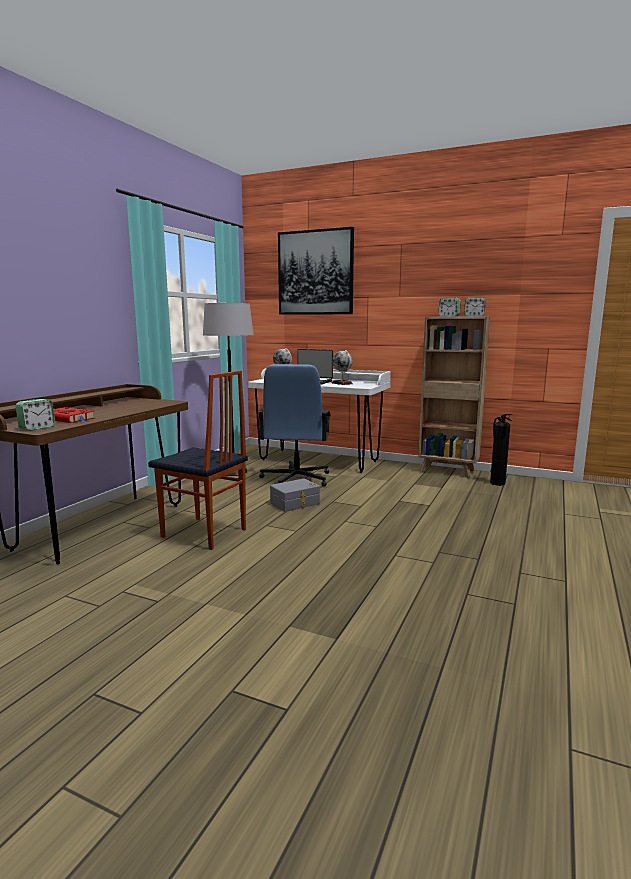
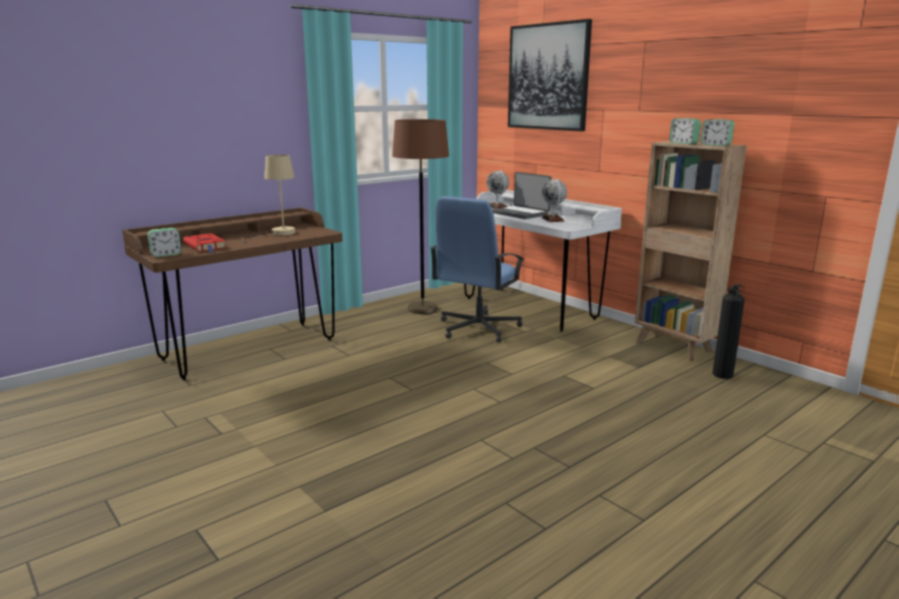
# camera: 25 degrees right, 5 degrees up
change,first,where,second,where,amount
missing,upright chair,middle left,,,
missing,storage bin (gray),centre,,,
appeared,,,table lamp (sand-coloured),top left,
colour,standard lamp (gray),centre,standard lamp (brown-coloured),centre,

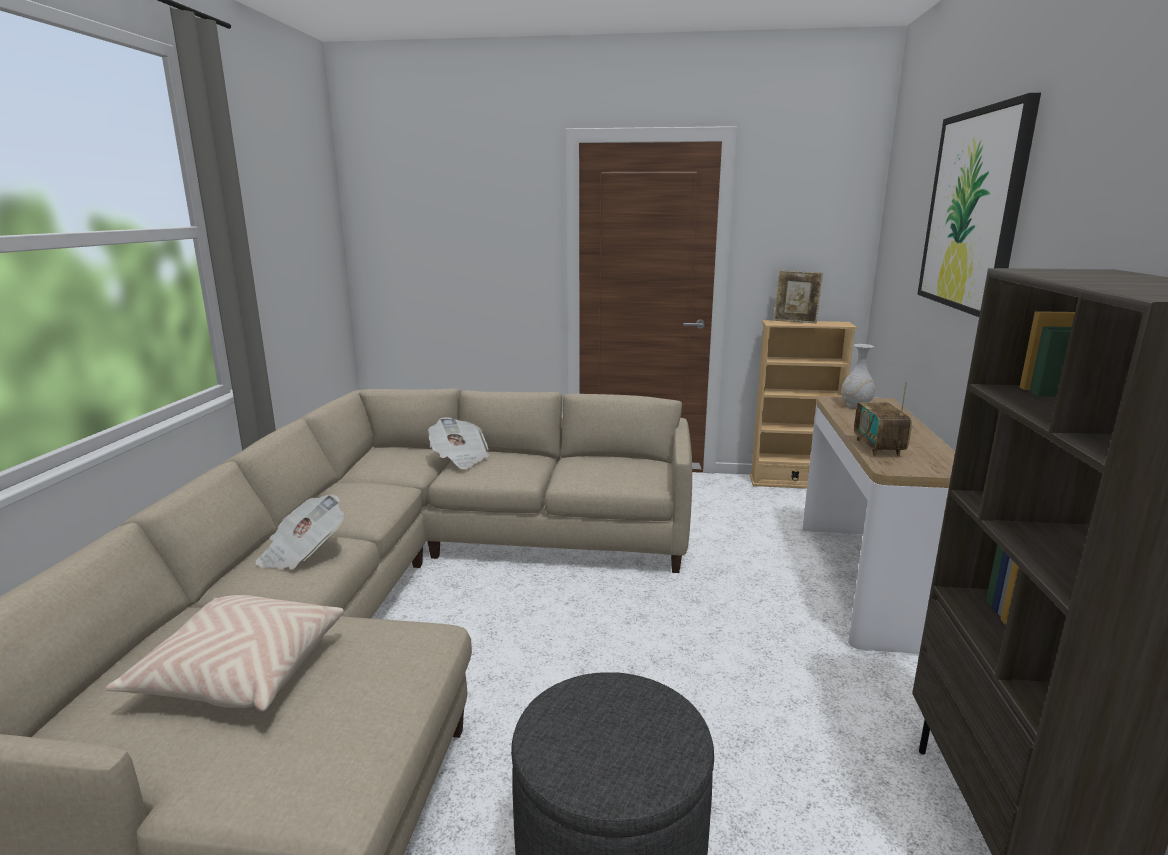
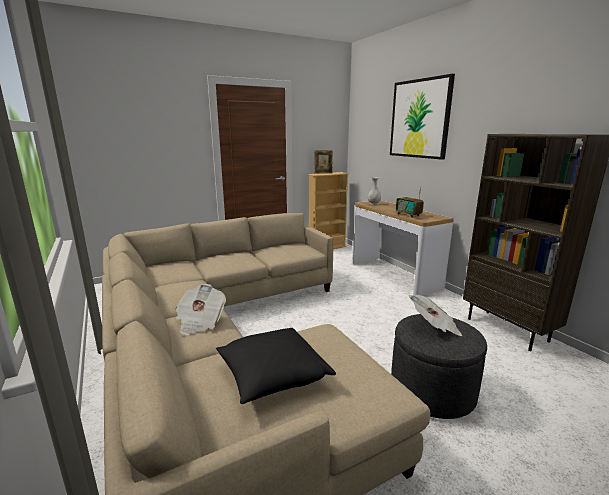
# camera: 35 degrees left, 0 degrees up
change,first,where,second,where,amount
relocated,printed paper (no. 2 from left),centre,,middle right,
colour,cushion (sand-coloured),bottom left,cushion (blackish),bottom centre,

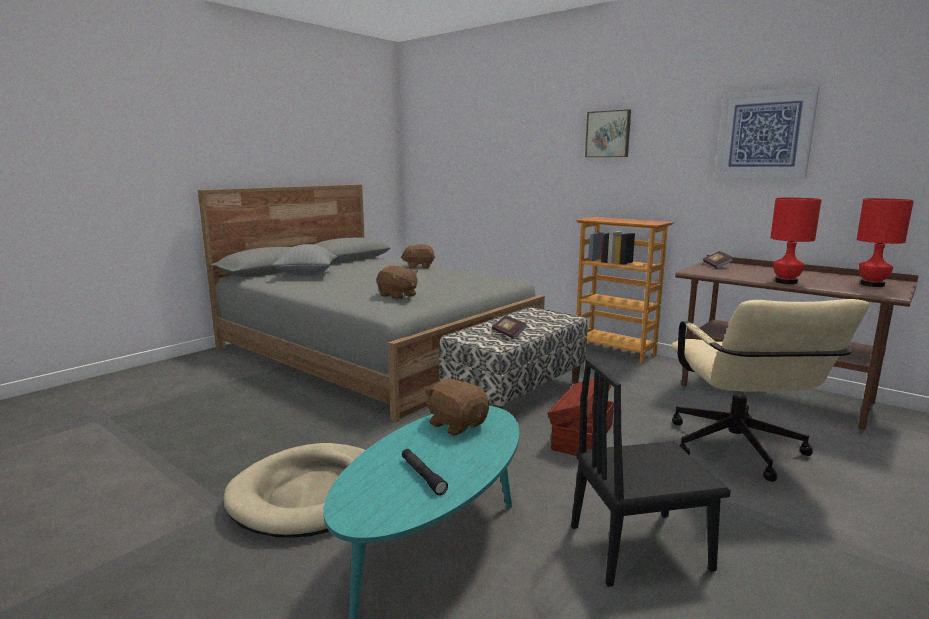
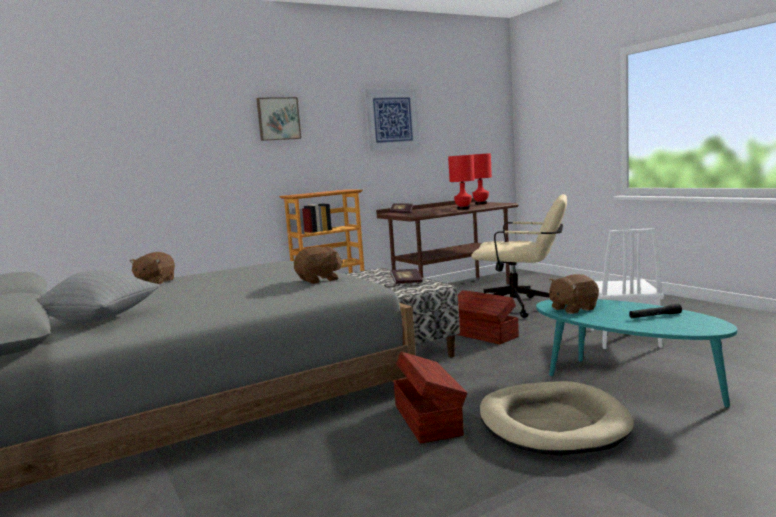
# camera: 70 degrees left, 5 degrees down
change,first,where,second,where,amount
appeared,,,storage bin (brown-coloured) (no. 1 from left),bottom centre,
colour,upright chair (blackish),bottom right,upright chair (white-coloured),middle right,

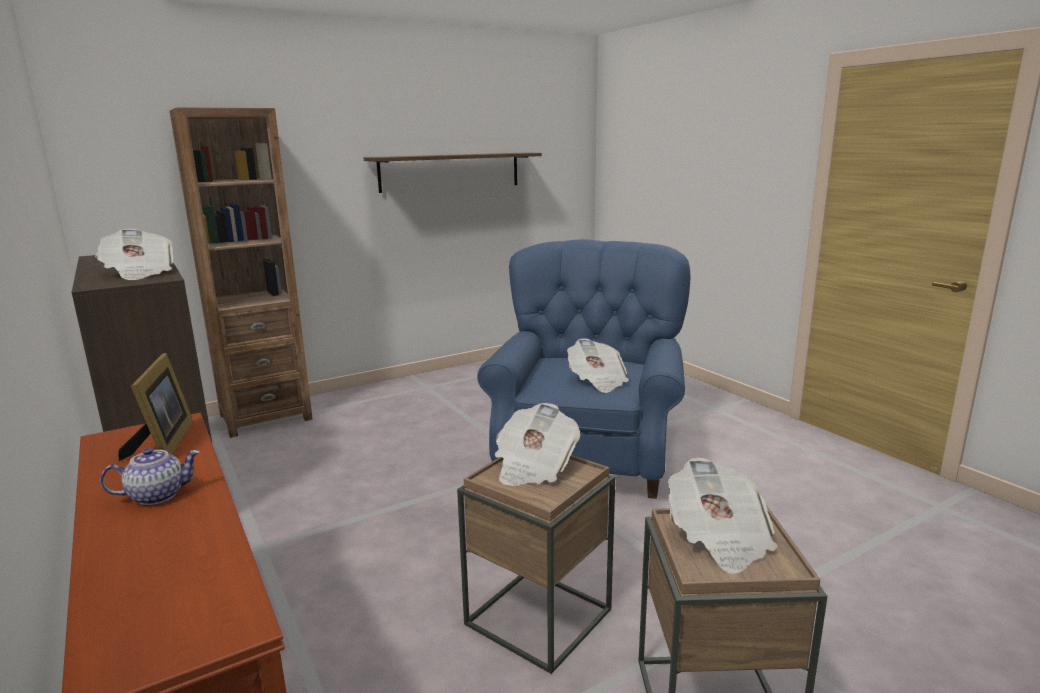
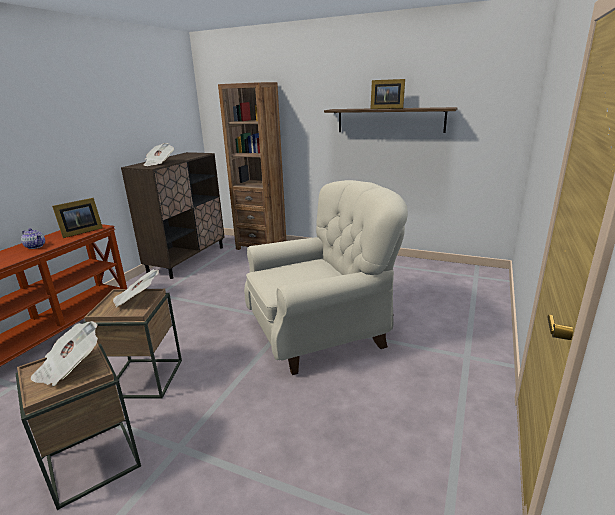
# camera: 55 degrees right, 5 degrees up
change,first,where,second,where,amount
missing,printed paper (no. 3 from left),centre,,,
appeared,,,photo frame (no. 2 from left),top centre,
colour,lounge chair (blue),centre,lounge chair (sand-coloured),centre,

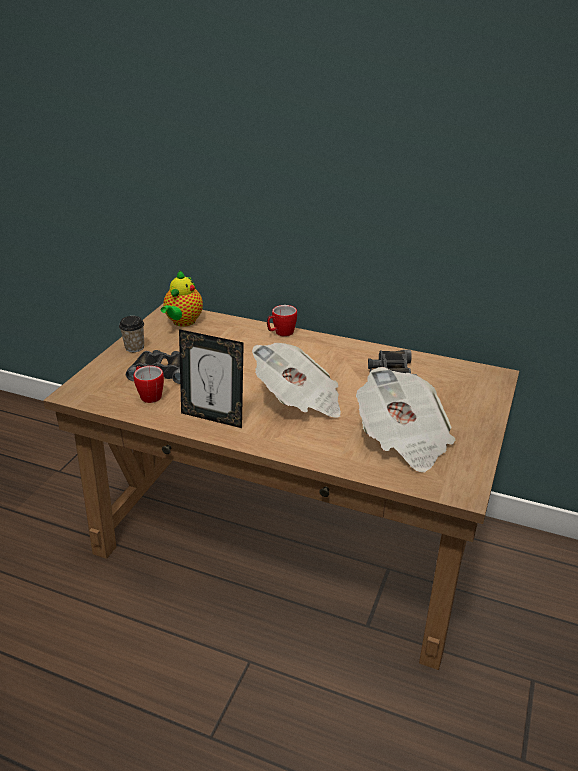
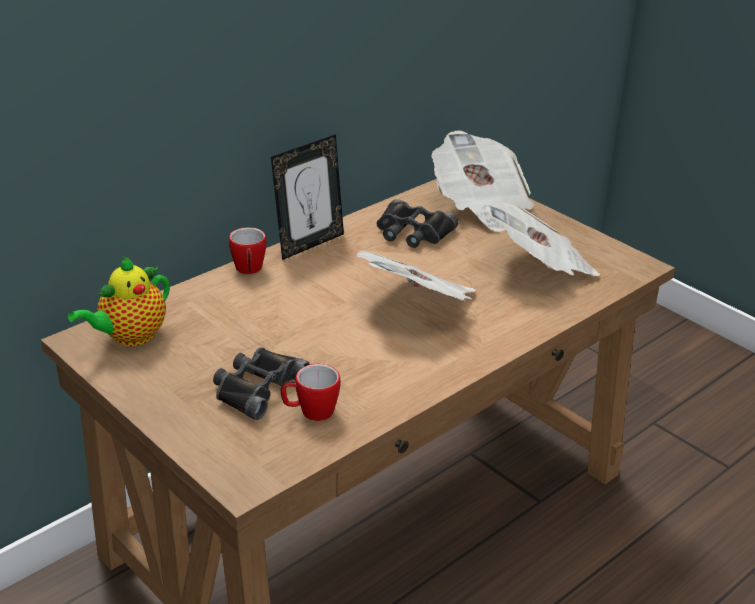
# camera: 65 degrees left, 0 degrees up
change,first,where,second,where,amount
missing,drinking cup,middle left,,,
appeared,,,printed paper (no. 2 from left),top centre,
relocated,photo frame,centre,,top centre,
spun,tea pot,middle left,,middle left,90 degrees clockwise

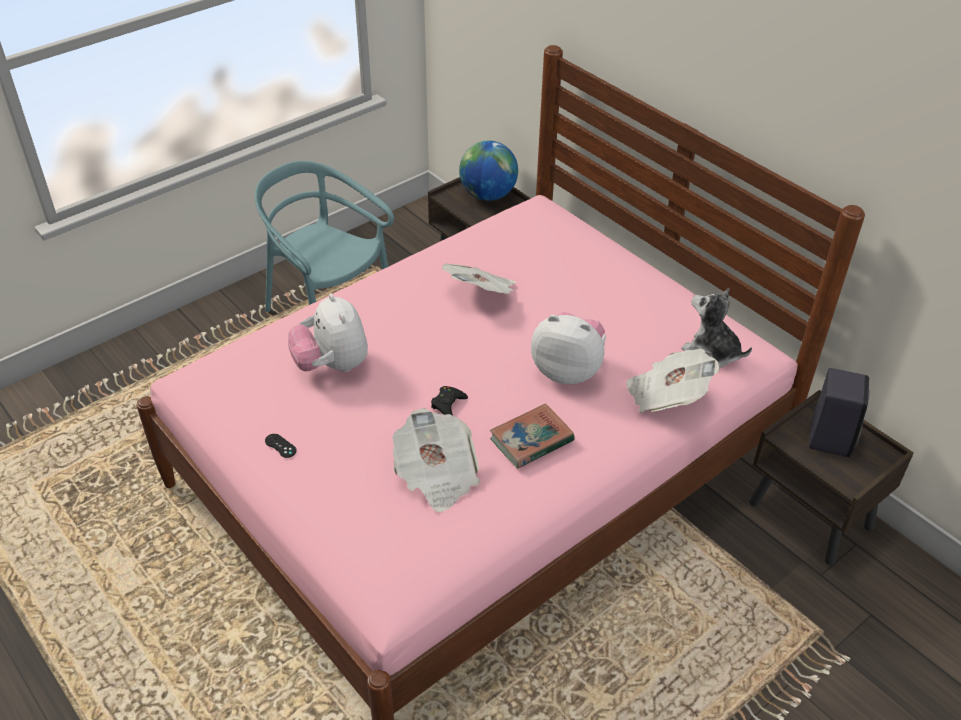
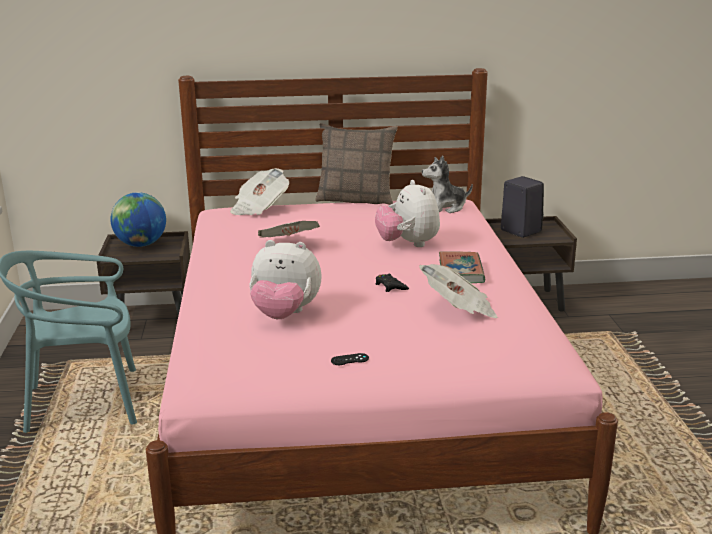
# camera: 55 degrees left, 20 degrees down
change,first,where,second,where,amount
appeared,,,cushion,top centre,
relocated,printed paper (no. 3 from left in the first image),middle right,printed paper (no. 1 from left),centre,
spun,plush toy (no. 2 from left),centre,,centre,75 degrees counterclockwise

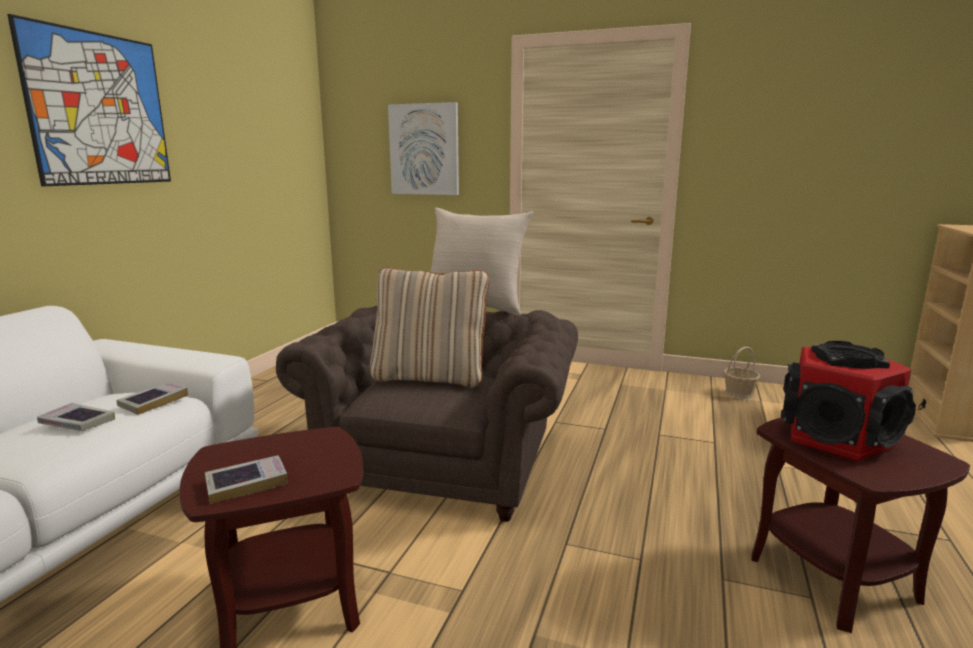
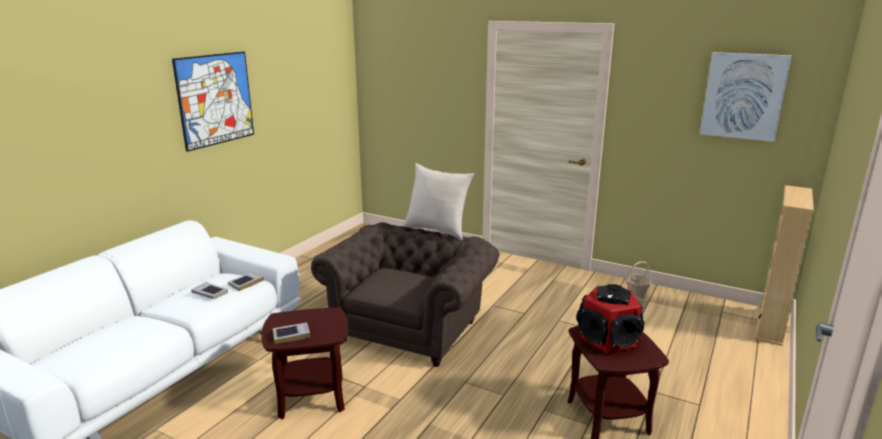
# camera: 10 degrees right, 5 degrees up
change,first,where,second,where,amount
missing,cushion (sand-coloured) (no. 1 from left),centre,,,
relocated,picture (no. 2 from left),top centre,,top right,

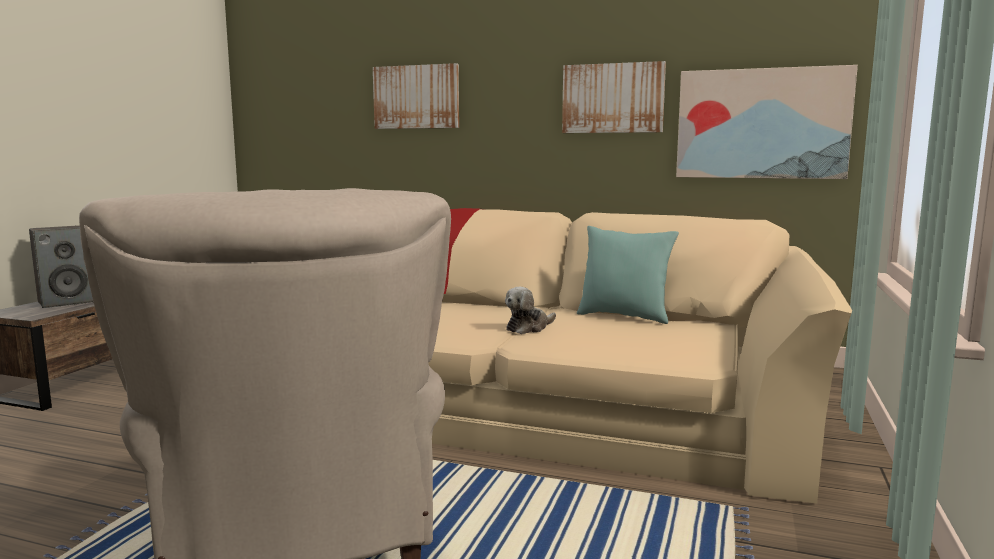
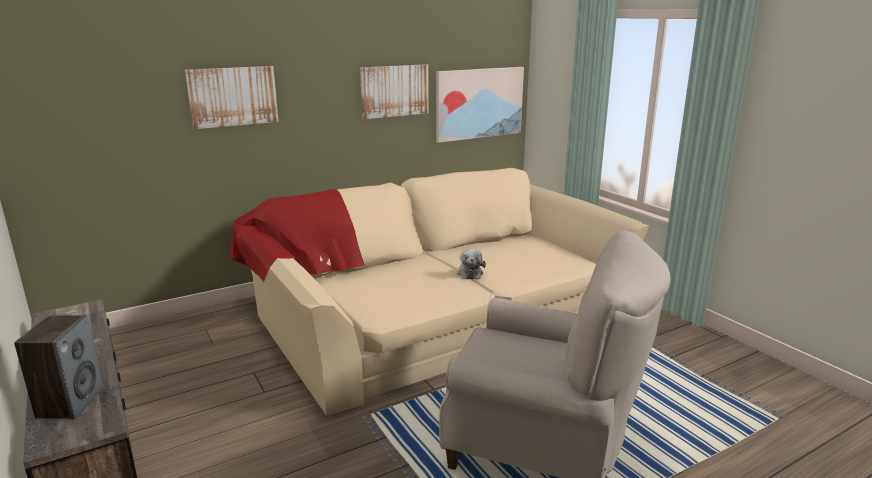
# camera: 50 degrees left, 10 degrees up
change,first,where,second,where,amount
missing,cushion (turquoise-coloured),centre,,,

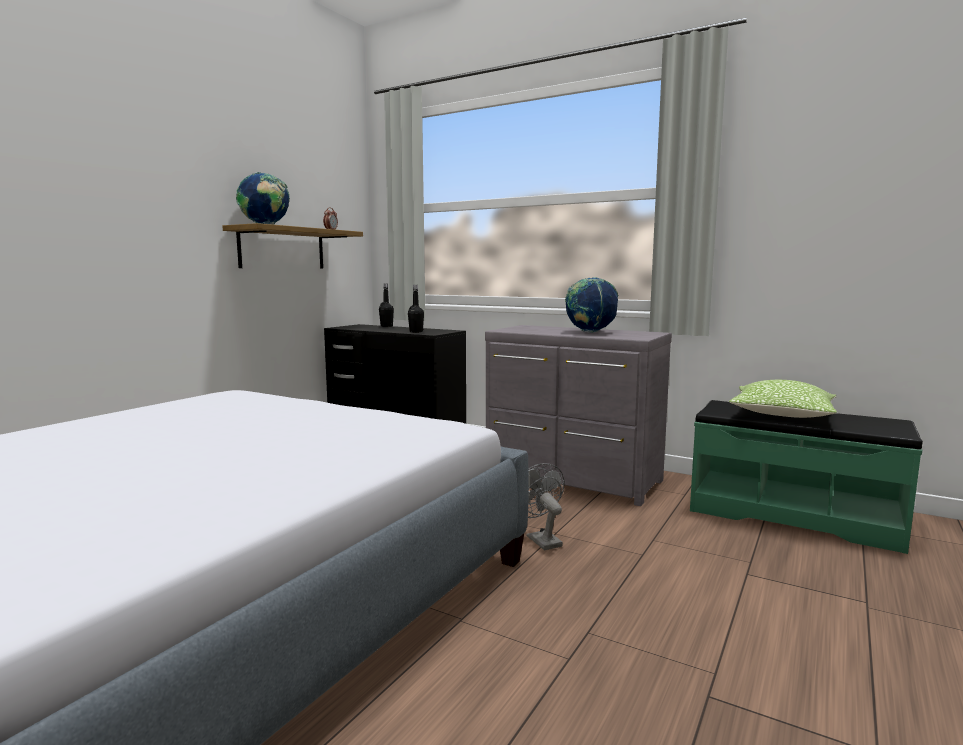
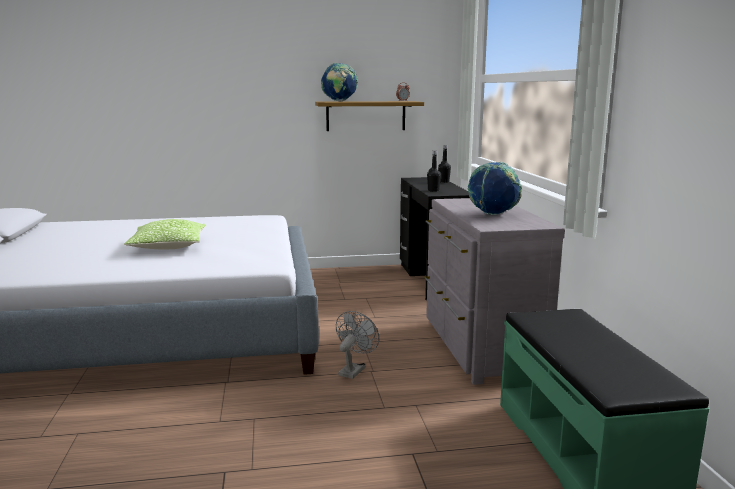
# camera: 50 degrees right, 5 degrees up
change,first,where,second,where,amount
relocated,cushion,middle right,,middle left,

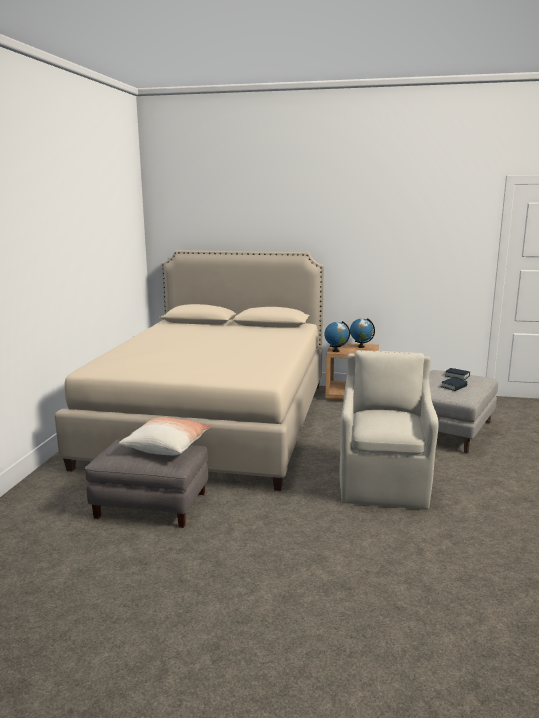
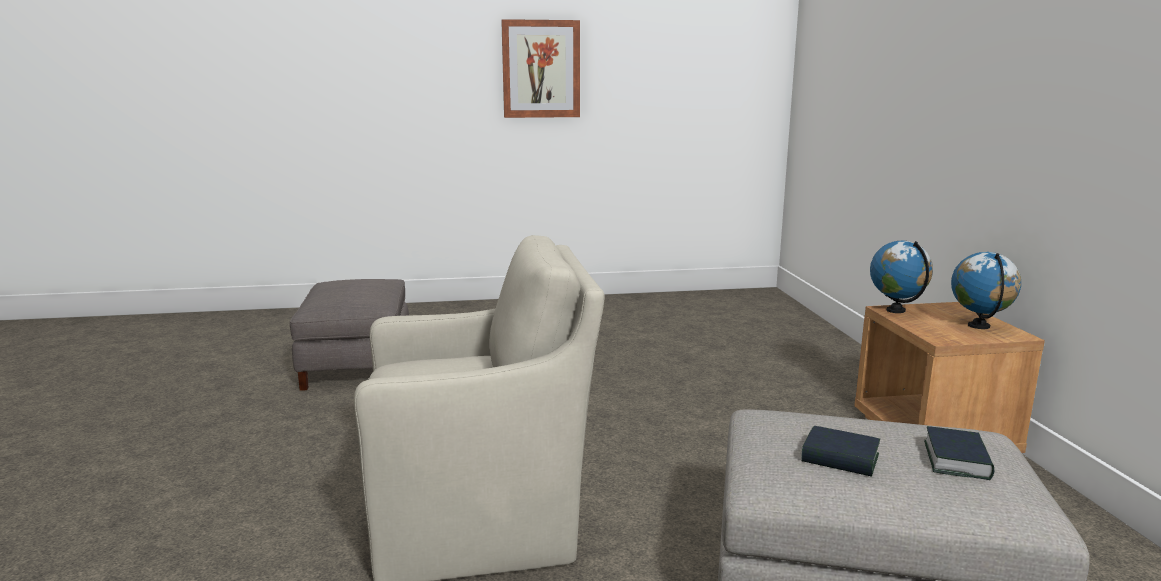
# camera: 70 degrees right, 0 degrees up
change,first,where,second,where,amount
missing,bed (sand-coloured),centre,,,
missing,cushion,middle left,,,
appeared,,,picture,top centre,

